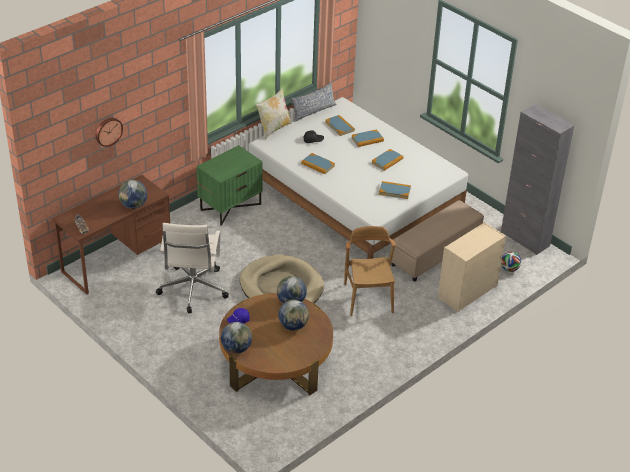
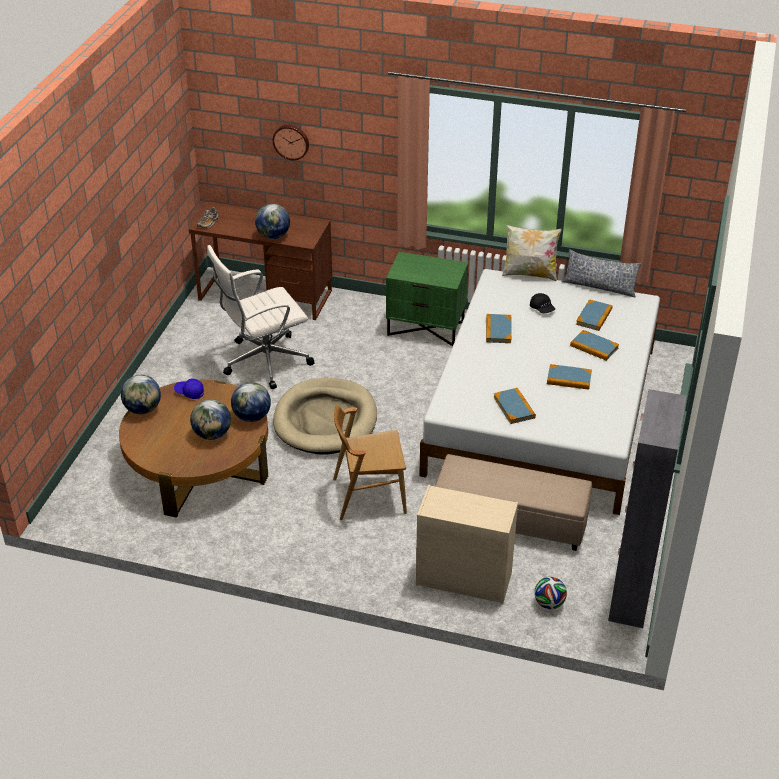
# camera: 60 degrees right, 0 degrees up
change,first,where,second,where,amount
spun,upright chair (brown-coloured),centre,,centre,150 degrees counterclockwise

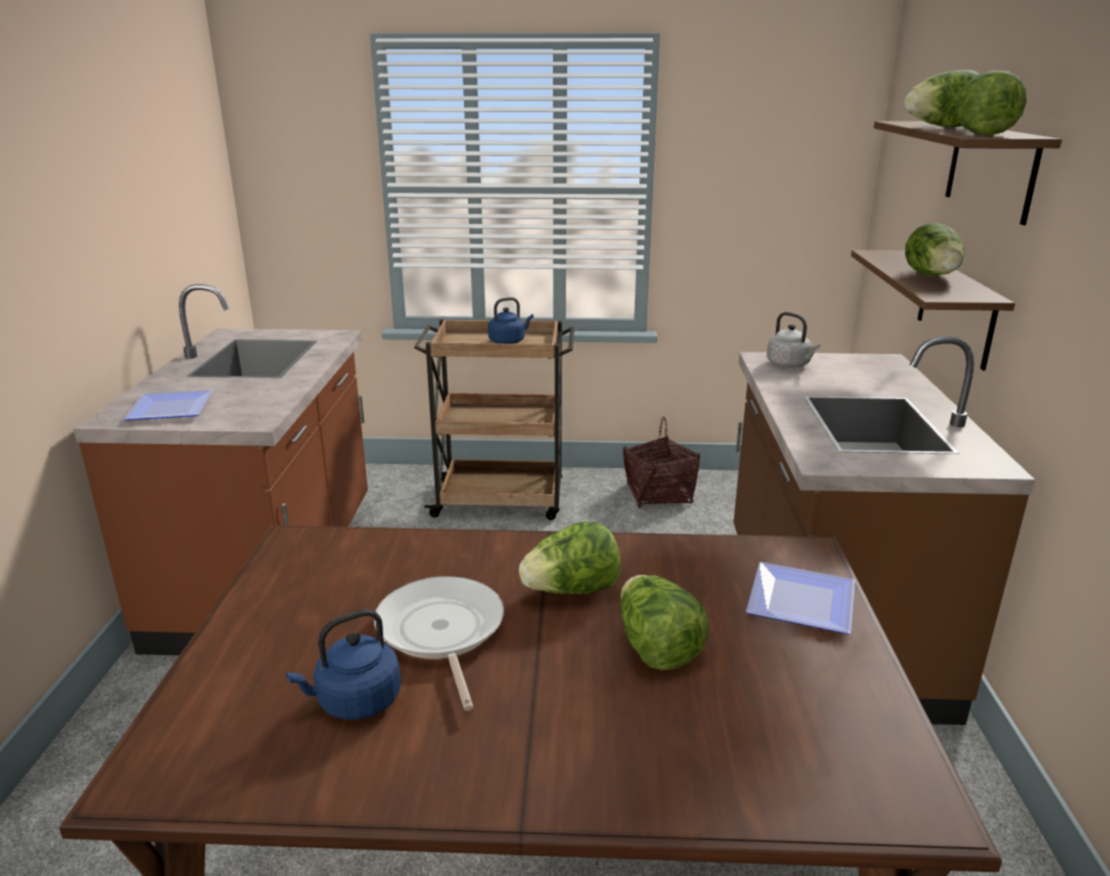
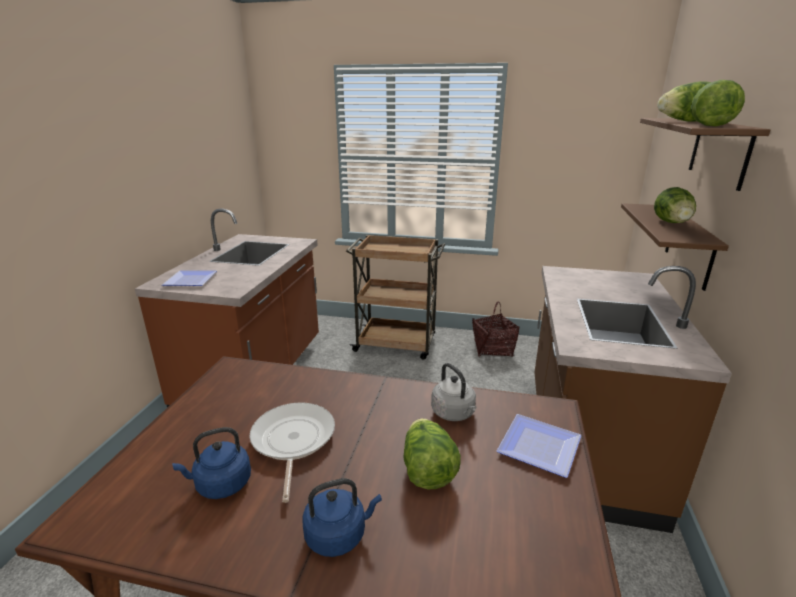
# camera: 10 degrees right, 0 degrees up
change,first,where,second,where,amount
missing,lettuce (no. 1 from left),centre,,,
relocated,kettle (blue) (no. 2 from left),centre,,bottom centre,
relocated,kettle (gray),middle right,,centre,

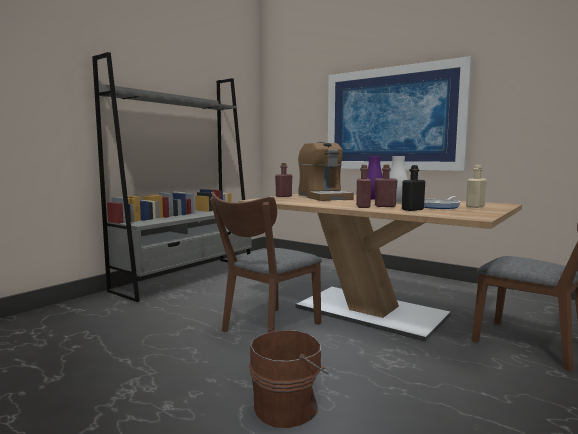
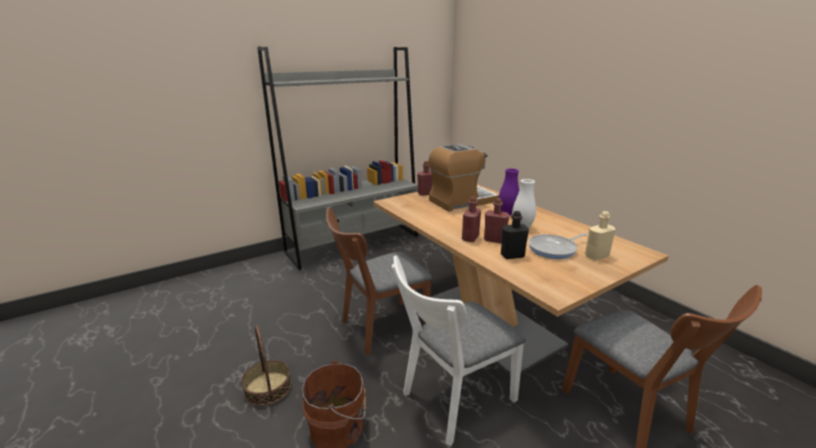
# camera: 20 degrees right, 15 degrees up
change,first,where,second,where,amount
missing,picture,top right,,,
appeared,,,storage basket,bottom left,
appeared,,,upright chair (white-coloured),bottom centre,
spun,coffee brewer,centre,,centre,120 degrees counterclockwise

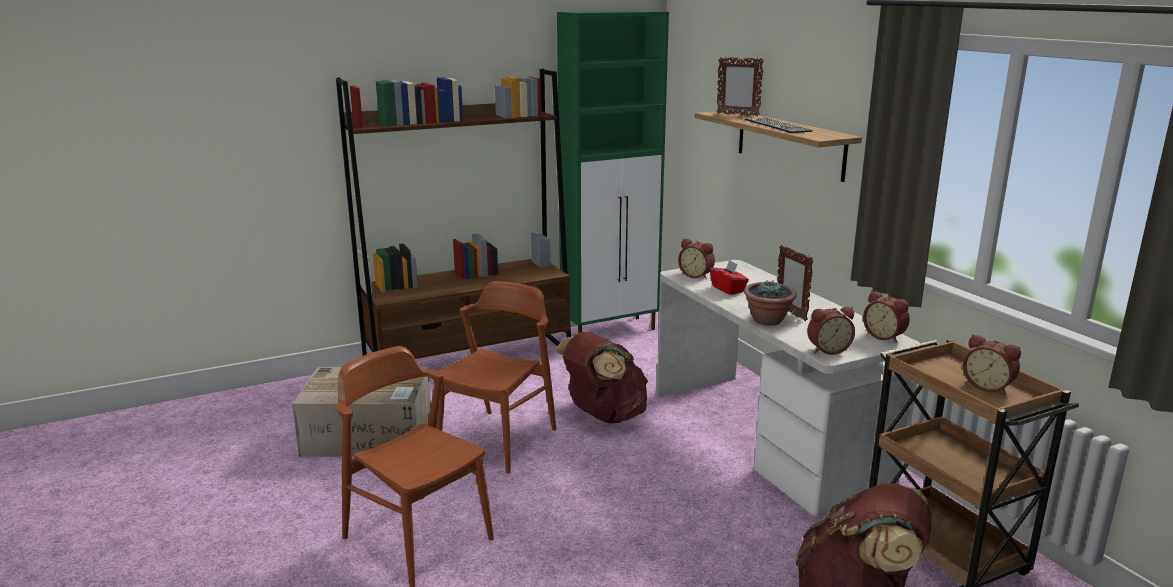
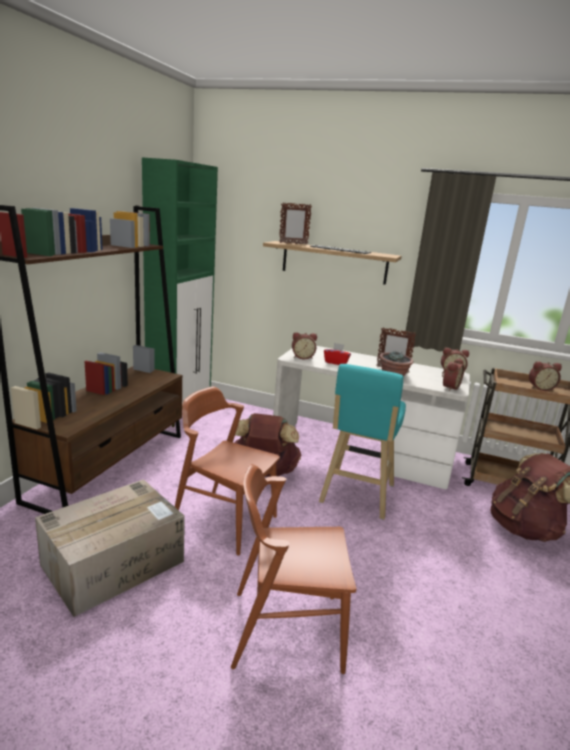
# camera: 45 degrees left, 0 degrees up
change,first,where,second,where,amount
appeared,,,stool (turquoise-coloured),centre,
spun,upright chair (brown-coloured) (no. 2 from left in the first image),centre,upright chair (brown-coloured) (no. 1 from left),centre,45 degrees counterclockwise

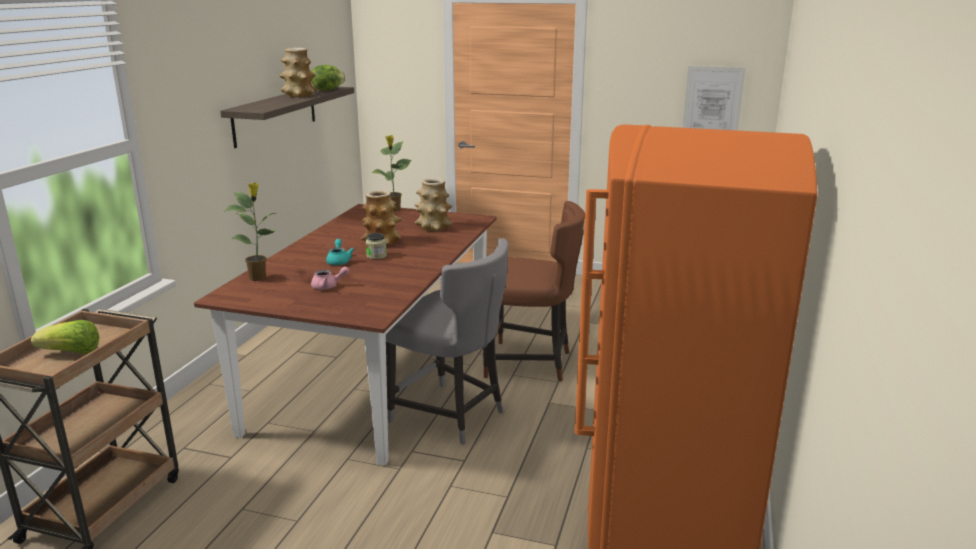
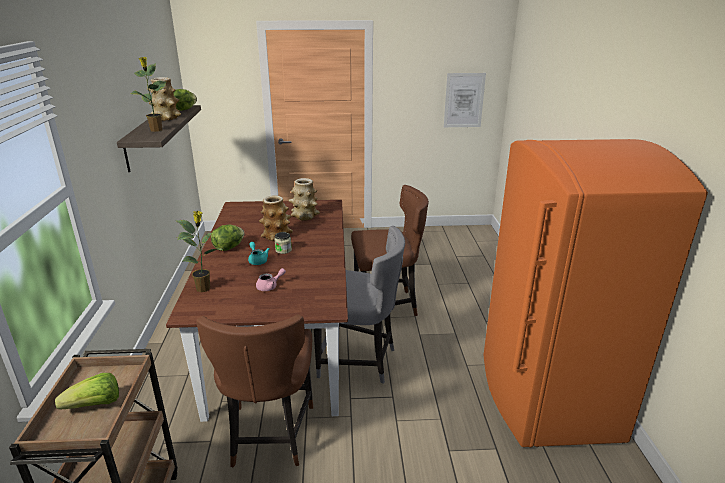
# camera: 20 degrees left, 5 degrees up
change,first,where,second,where,amount
appeared,,,upright chair (brown-coloured) (no. 1 from left),bottom centre,
appeared,,,lettuce (no. 3 from left),middle left,
relocated,plant in a pot (no. 2 from left in the first image),top centre,plant in a pot (no. 1 from left),top left,

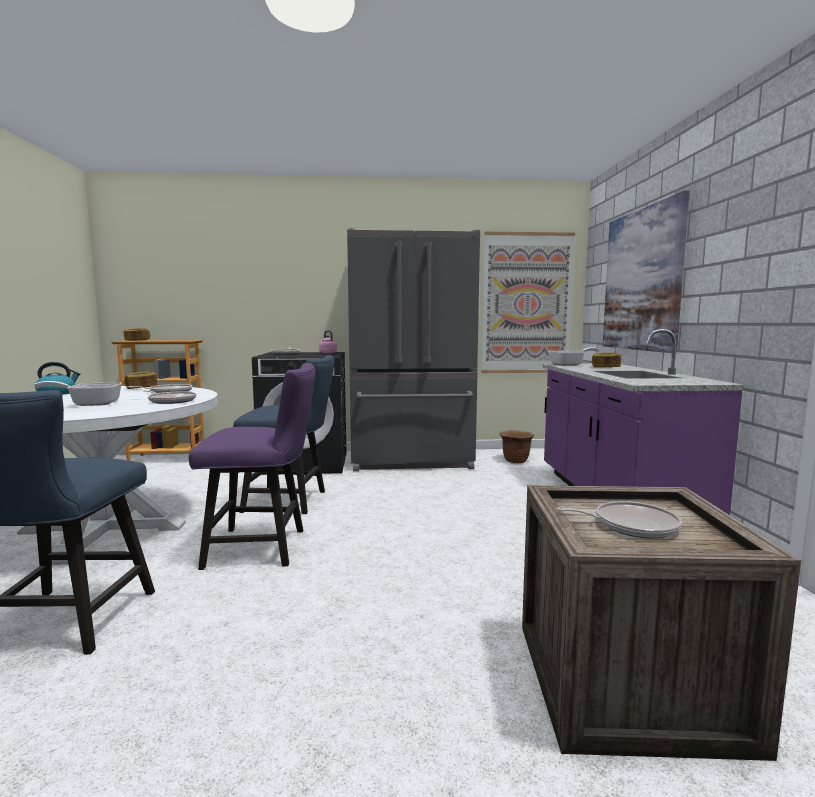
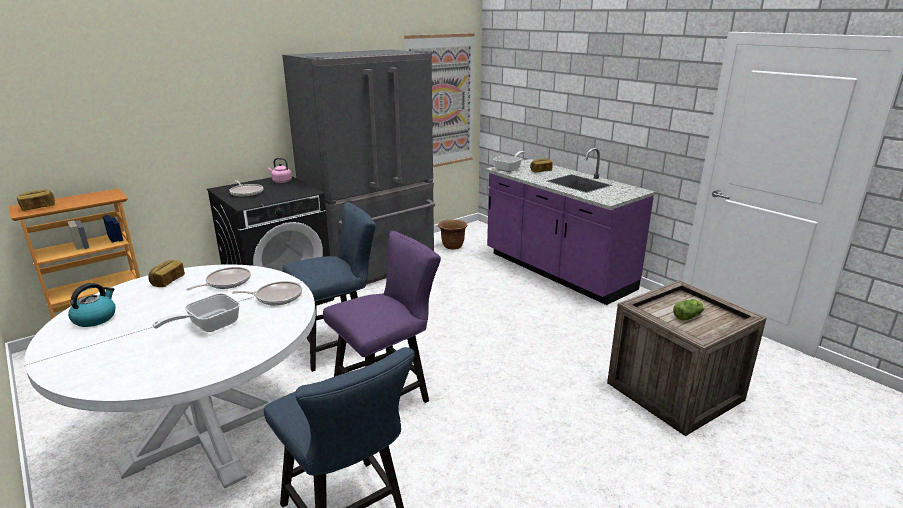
# camera: 35 degrees left, 15 degrees up
change,first,where,second,where,amount
missing,picture (no. 2 from left),middle right,,,
exchanged,pan (no. 6 from left),middle right,lettuce,middle right,

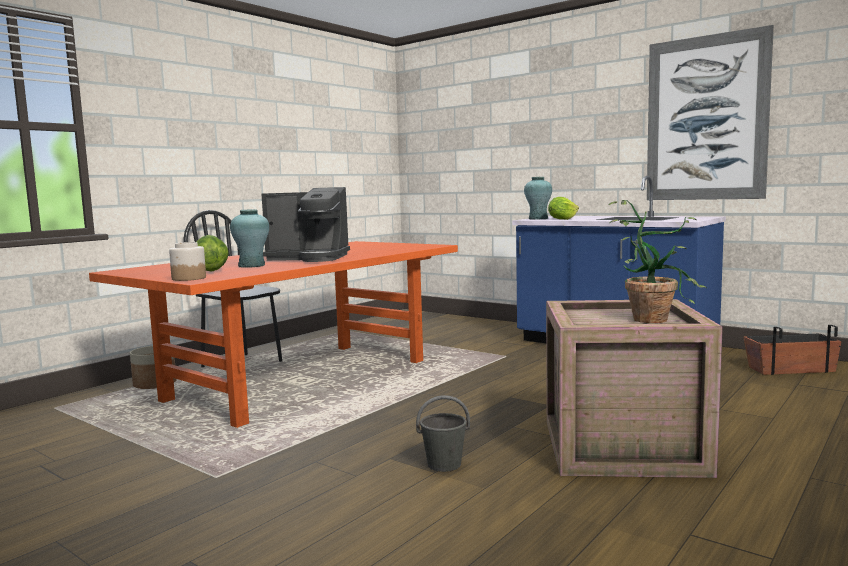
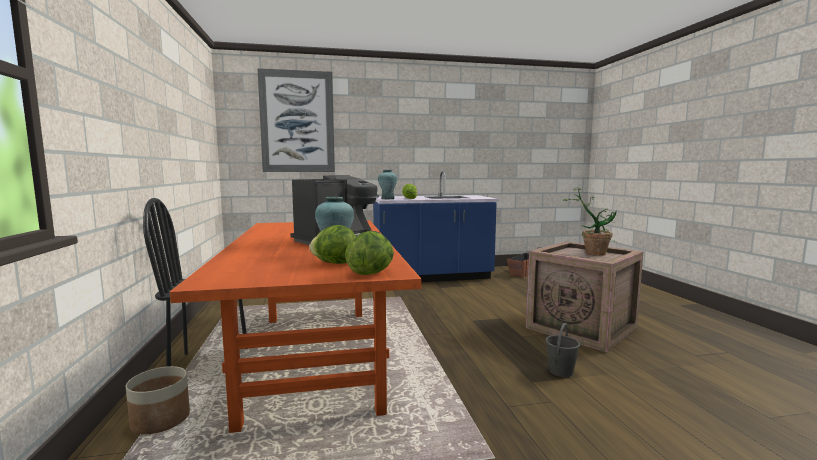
# camera: 50 degrees left, 0 degrees up
change,first,where,second,where,amount
relocated,picture,top right,,top centre,
exchanged,preserve jar,middle left,lettuce (no. 2 from left),centre,

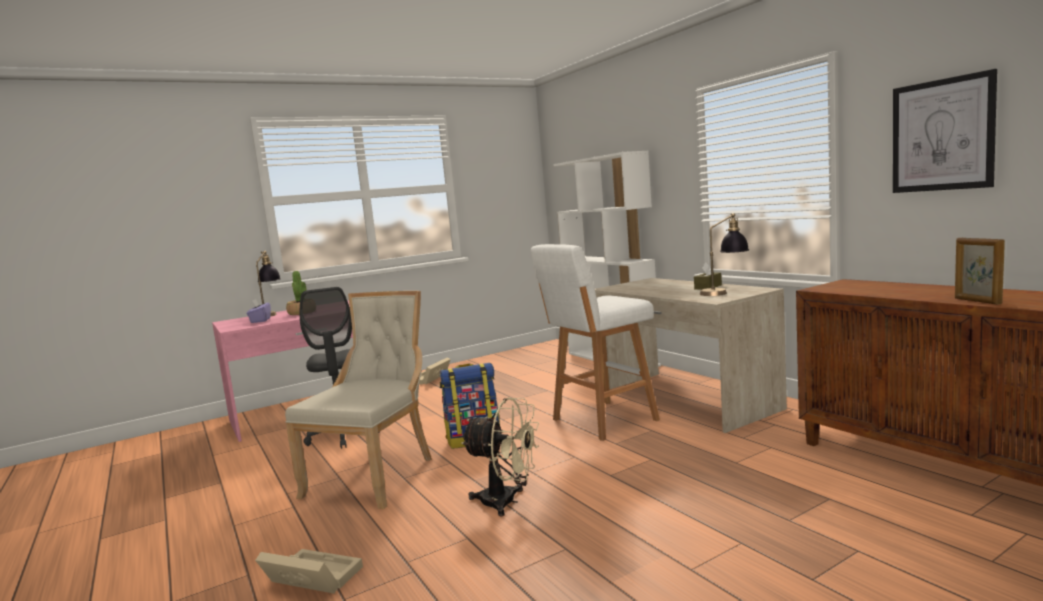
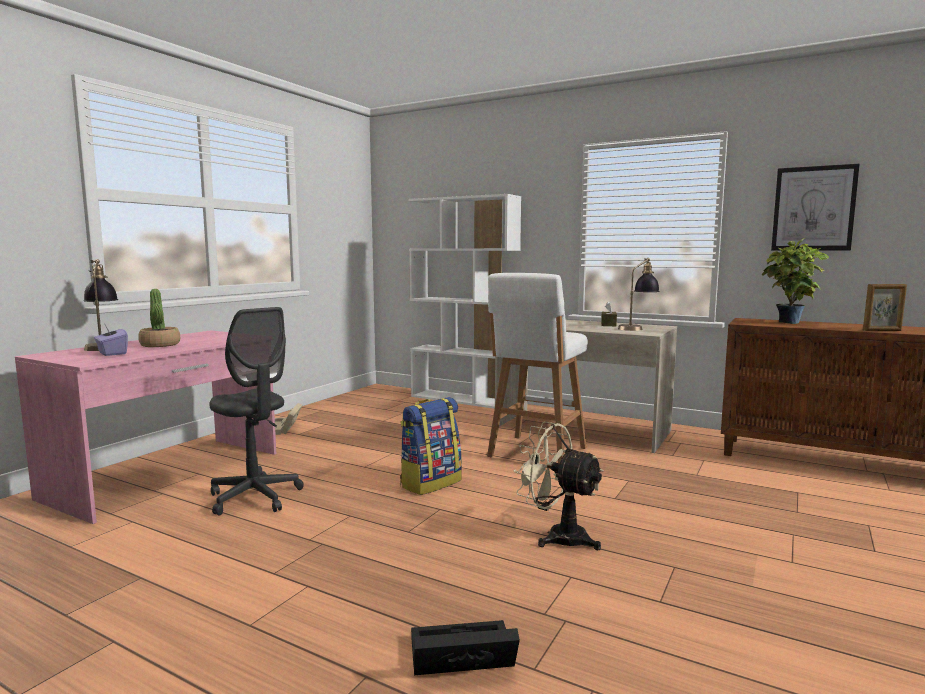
# camera: 30 degrees left, 0 degrees up
change,first,where,second,where,amount
missing,upright chair (sand-coloured),centre,,,
appeared,,,plant in a pot (no. 2 from left),middle right,
colour,storage bin (sand-coloured) (no. 1 from left),bottom left,storage bin (blackish),bottom centre,
spun,cooling fan (sand-coloured),bottom centre,,bottom centre,135 degrees counterclockwise
spun,photo frame,middle right,,middle right,45 degrees counterclockwise

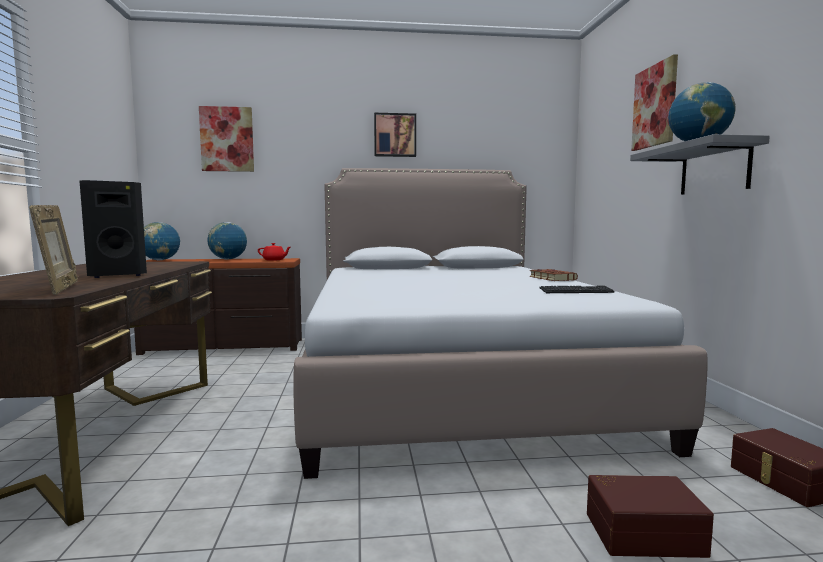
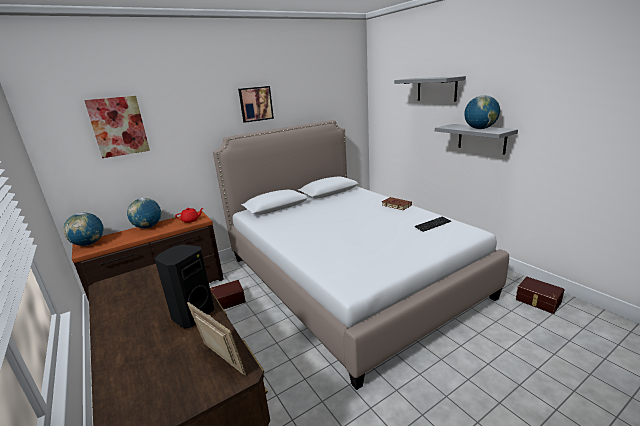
# camera: 25 degrees left, 15 degrees up
change,first,where,second,where,amount
relocated,storage bin (brown-coloured) (no. 1 from left),bottom right,,bottom centre,
exchanged,picture (no. 3 from left),top right,bracket shelf (gray) (no. 1 from left),top right,

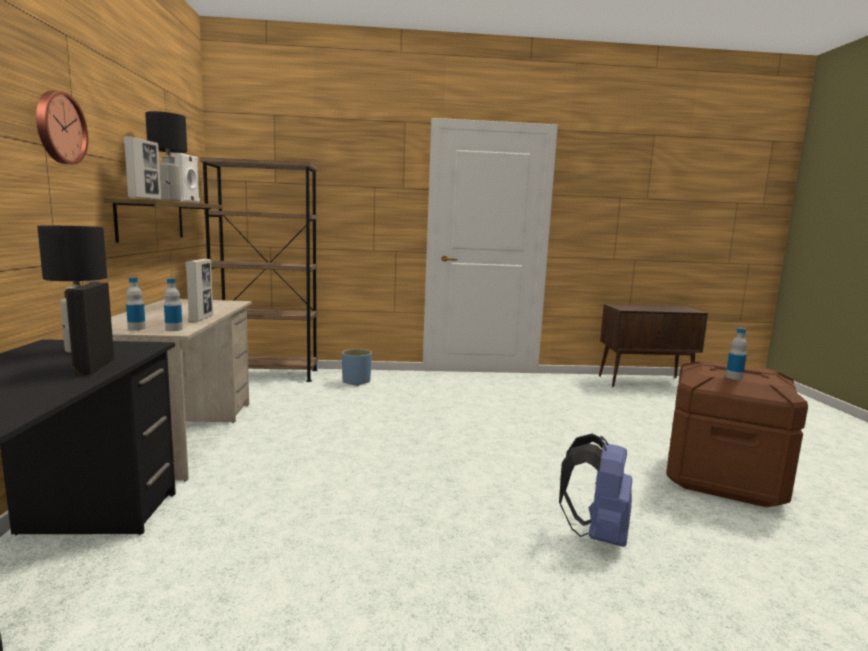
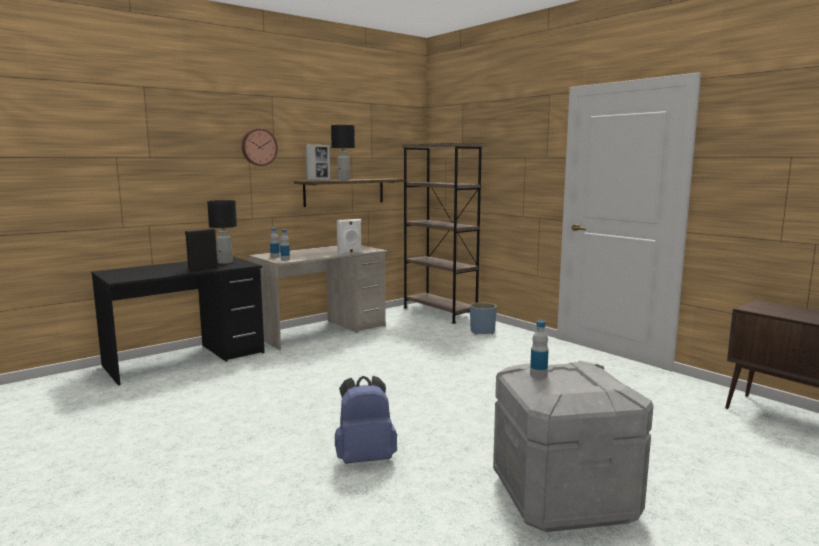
# camera: 55 degrees right, 0 degrees up
change,first,where,second,where,amount
missing,photo frame (no. 2 from left),middle left,,,
relocated,loudspeaker (white-coloured),top left,,centre,
colour,storage bin (brown-coloured),bottom right,storage bin (gray),bottom right,

